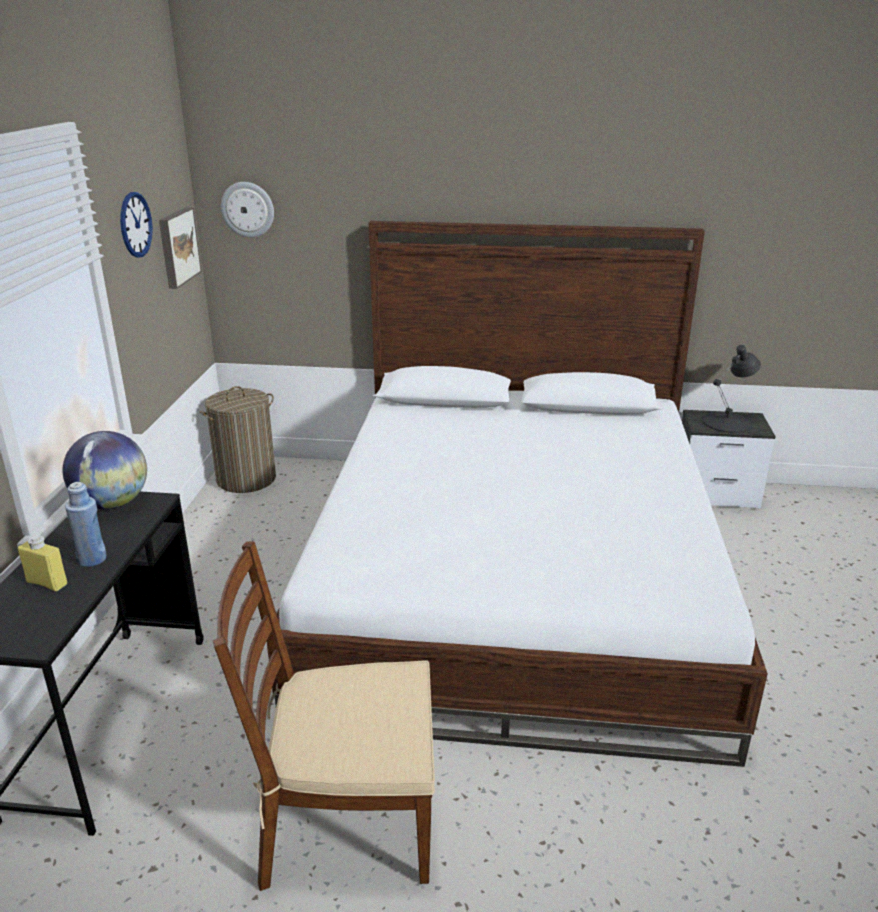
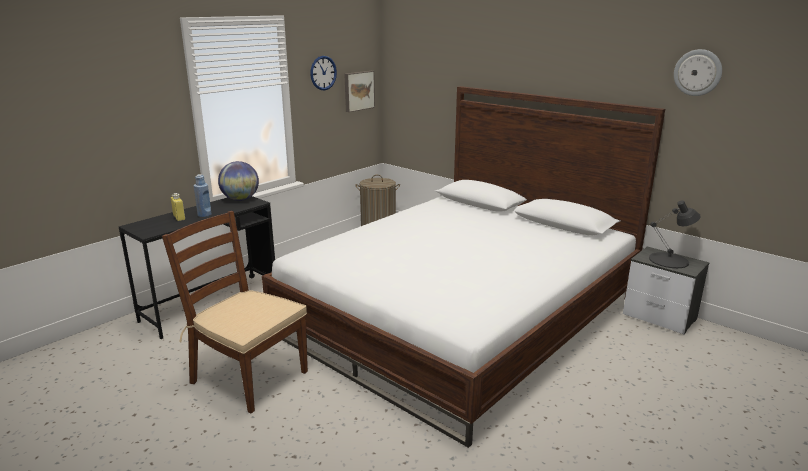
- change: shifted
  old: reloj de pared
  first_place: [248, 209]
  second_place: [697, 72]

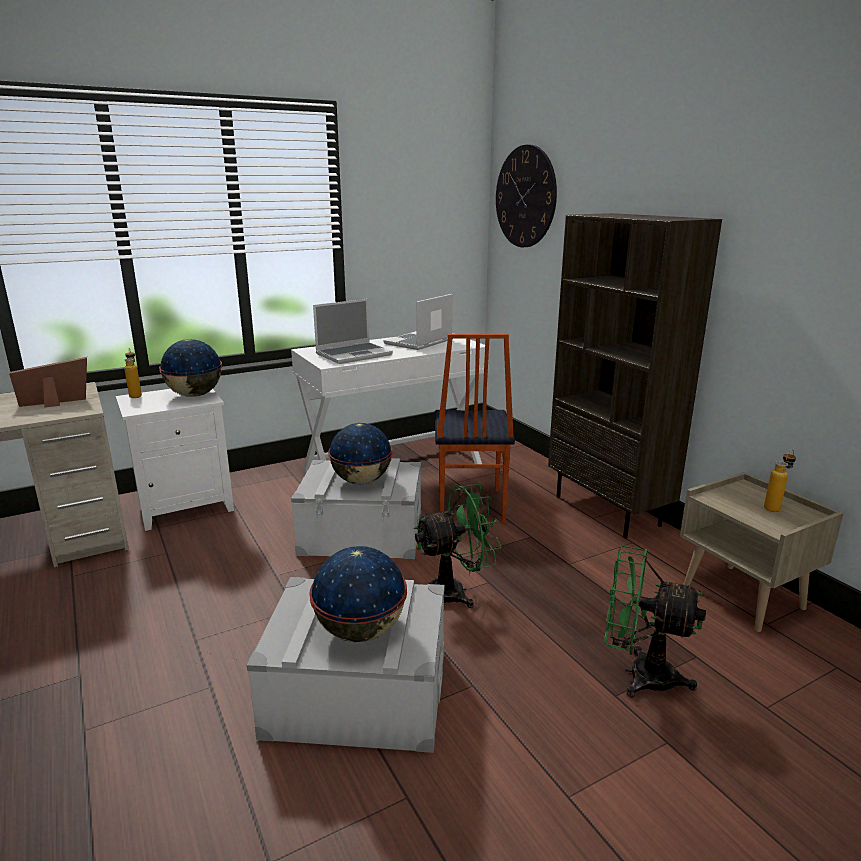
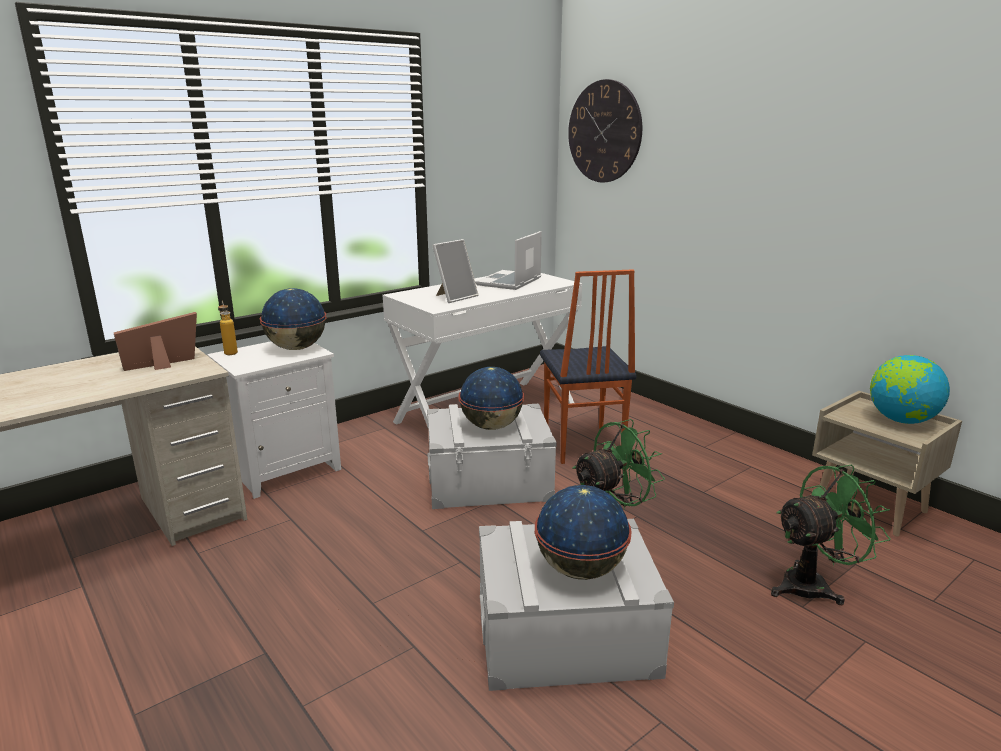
- change: gone
  old: estantería/marrón
  first_place: [608, 510]
- change: swapped
  old: portátil
  new: portarretratos
  first_place: [354, 354]
  second_place: [454, 297]
- change: swapped
  old: botella
  new: globo terráqueo
  first_place: [775, 507]
  second_place: [901, 420]
- change: rotated
  old: ventilador/verde
  first_place: [639, 674]
  second_place: [813, 585]
  degrees: 150

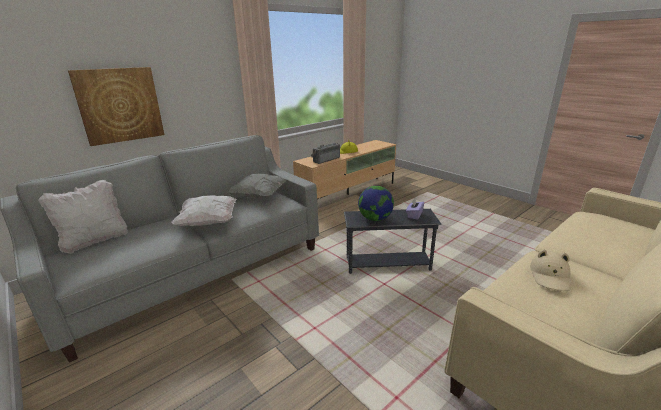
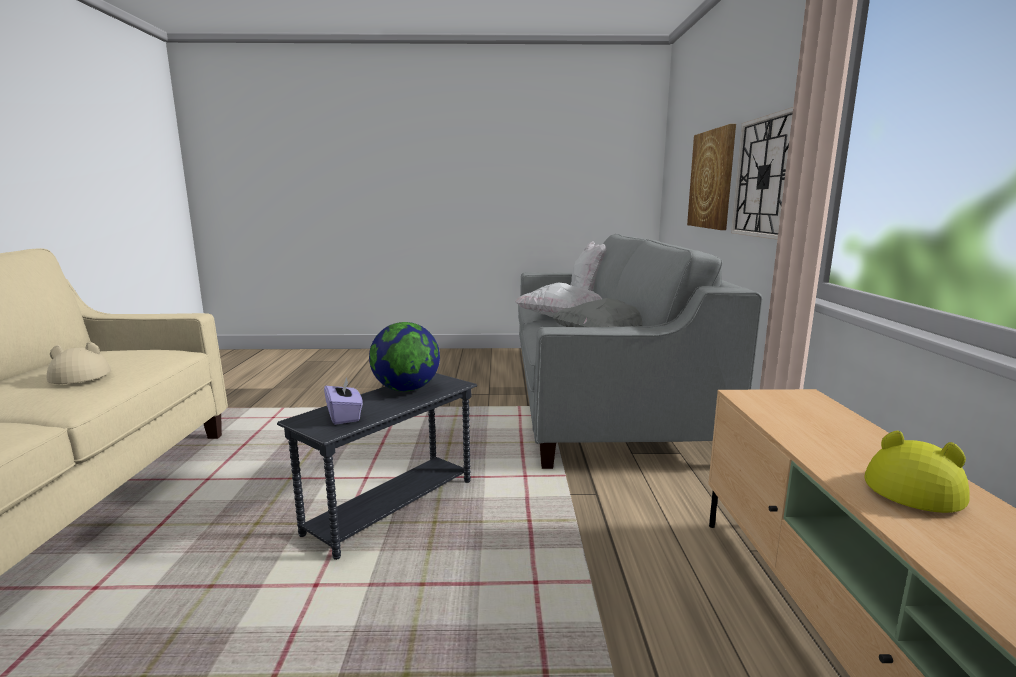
- change: gone
  old: radio
  first_place: [325, 159]
- change: new
  new: reloj de pared
  second_place: [766, 177]

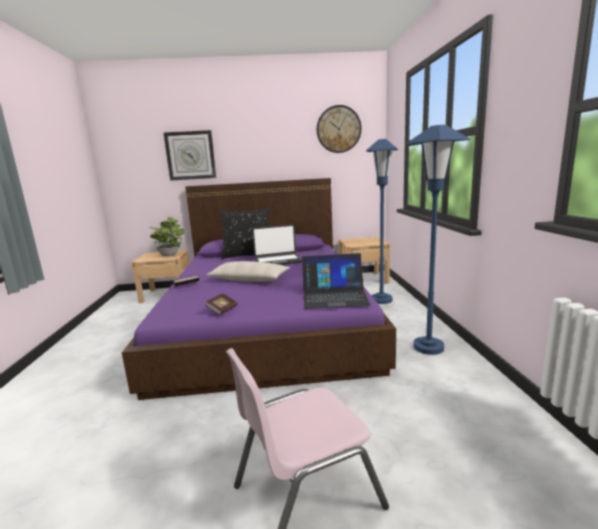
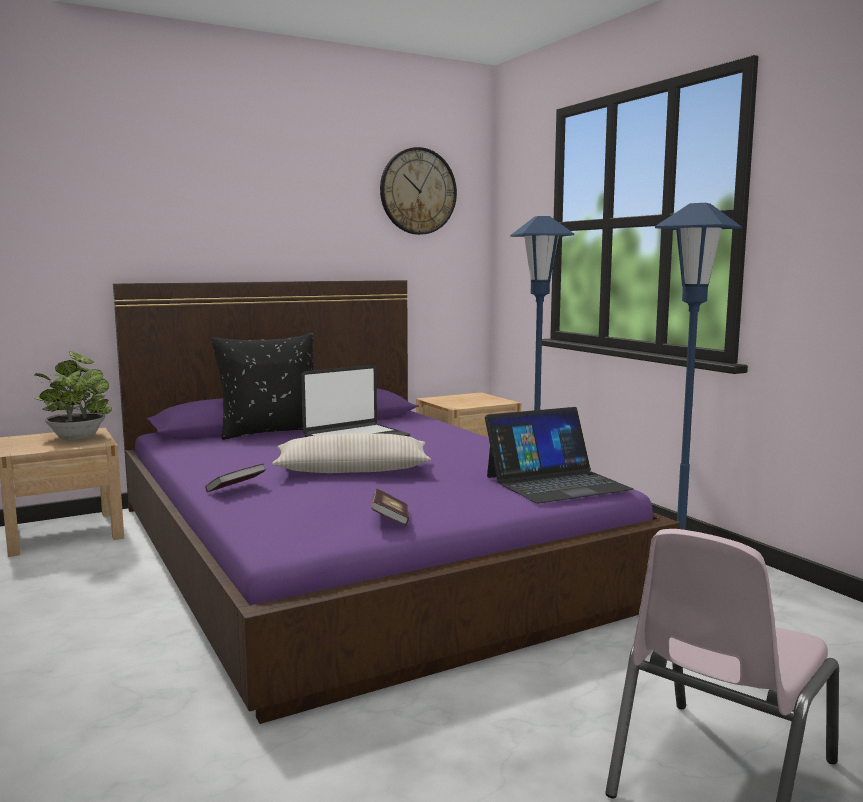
- change: gone
  old: reloj de pared
  first_place: [190, 155]

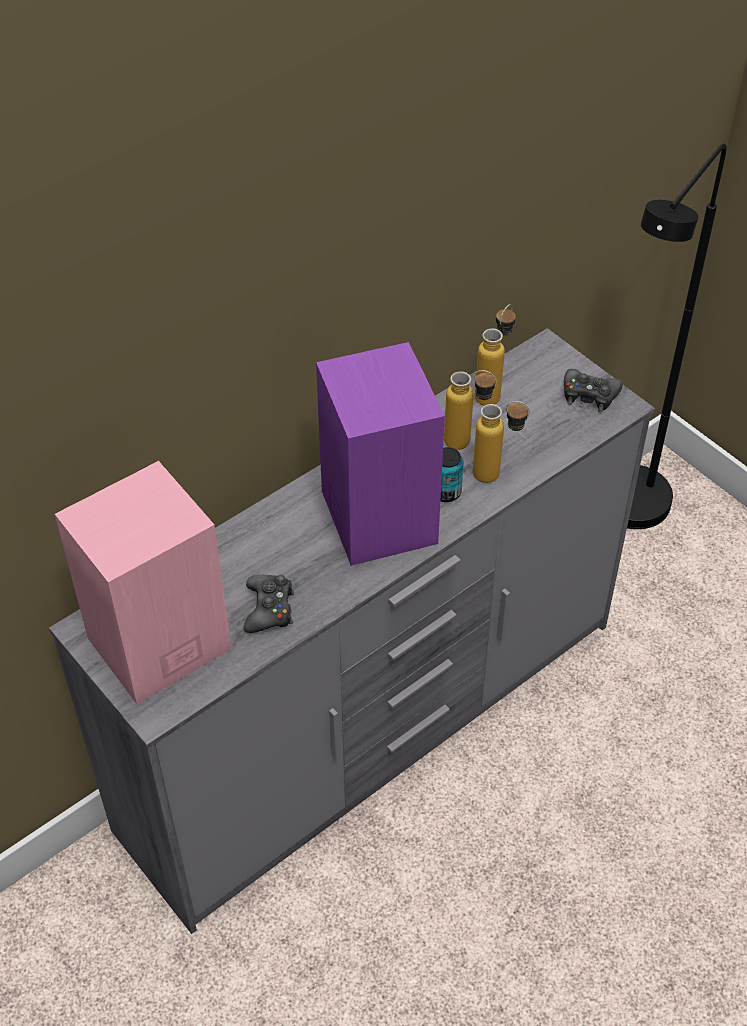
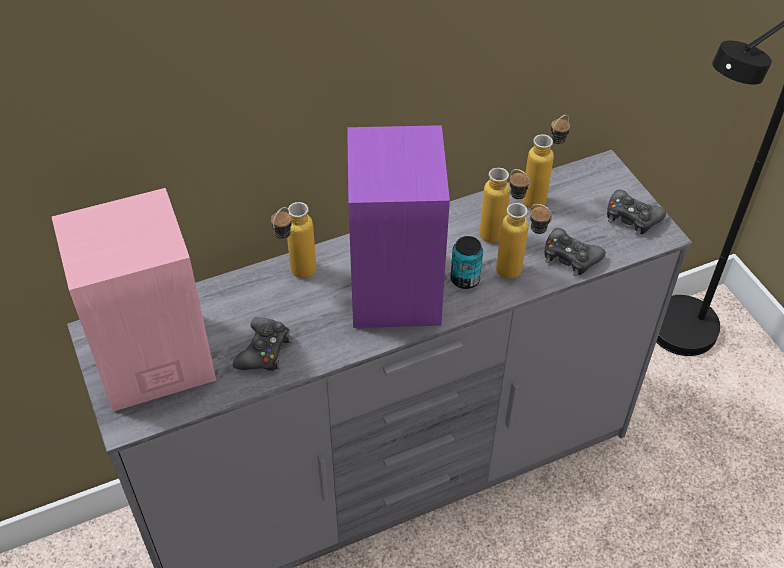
- change: new
  new: botella
  second_place: [296, 276]
- change: new
  new: mando de consola/negro
  second_place: [570, 257]

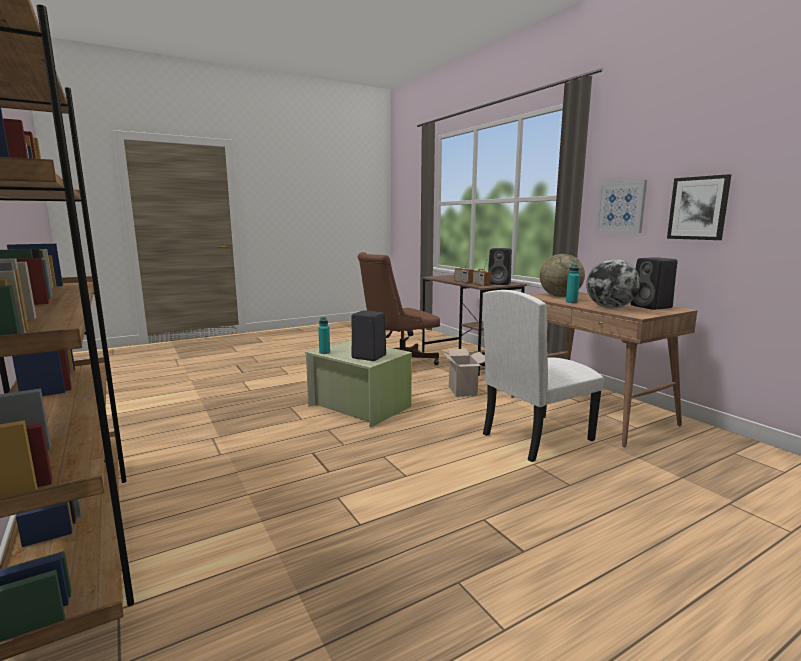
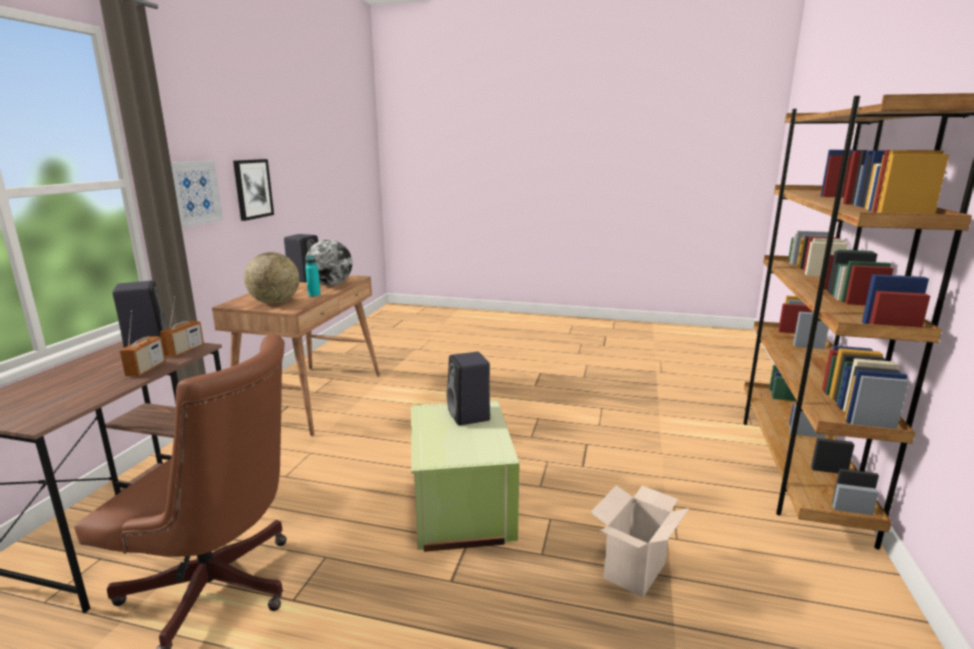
- change: gone
  old: botella/turquesa
  first_place: [324, 352]
- change: gone
  old: silla/blanco
  first_place: [536, 437]
- change: shifted
  old: caja de cartón
  first_place: [463, 391]
  second_place: [634, 569]

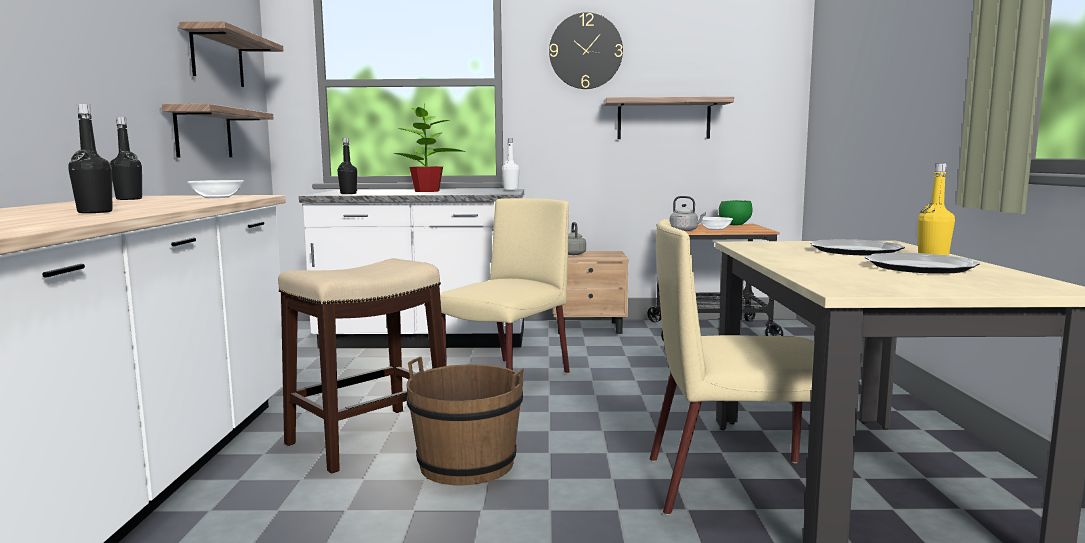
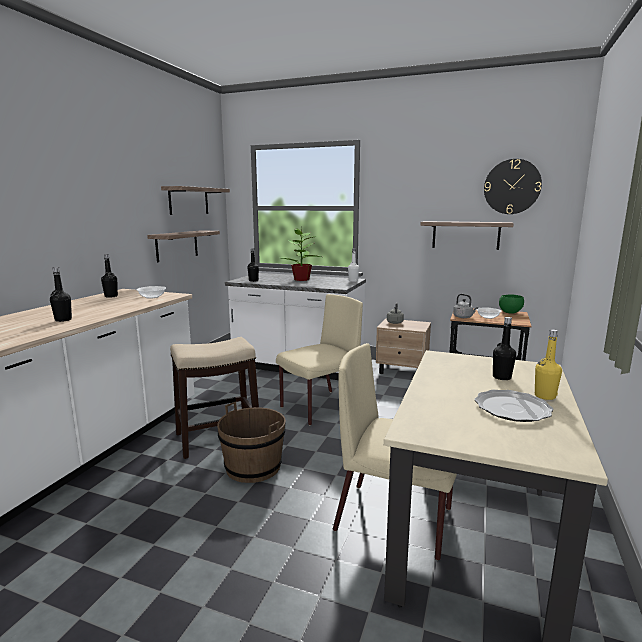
- change: shifted
  old: reloj de pared
  first_place: [585, 51]
  second_place: [512, 186]
- change: swapped
  old: plato
  new: botella/negro
  first_place: [855, 251]
  second_place: [501, 377]

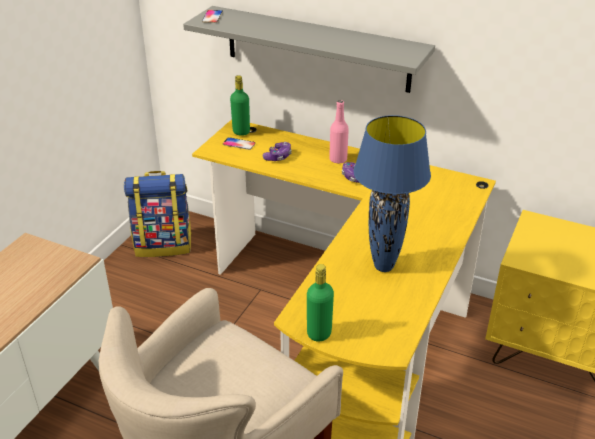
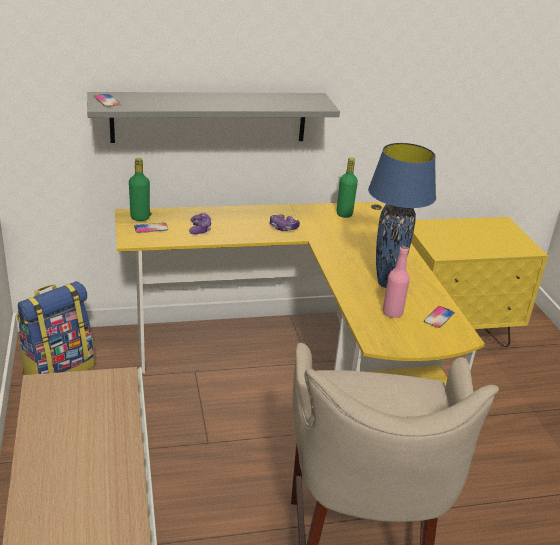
- change: new
  new: móvil
  second_place: [439, 317]
- change: shifted
  old: botella/verde
  first_place: [319, 333]
  second_place: [344, 214]
- change: shifted
  old: botella/rosa
  first_place: [338, 159]
  second_place: [392, 313]

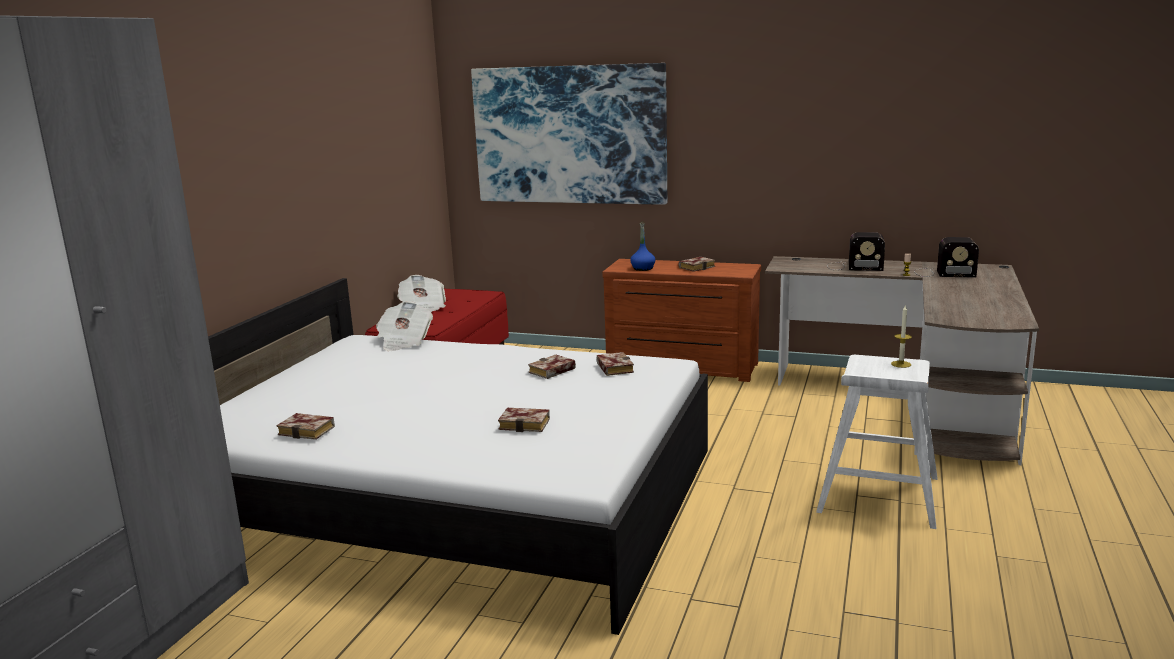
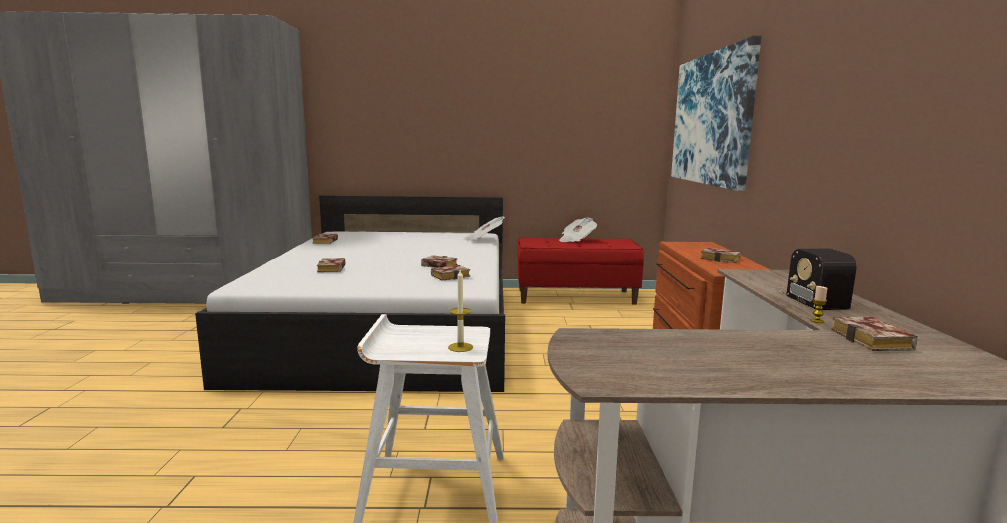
- change: gone
  old: botella/azul
  first_place: [642, 268]
- change: swapped
  old: radio
  new: libro
  first_place: [942, 273]
  second_place: [875, 341]

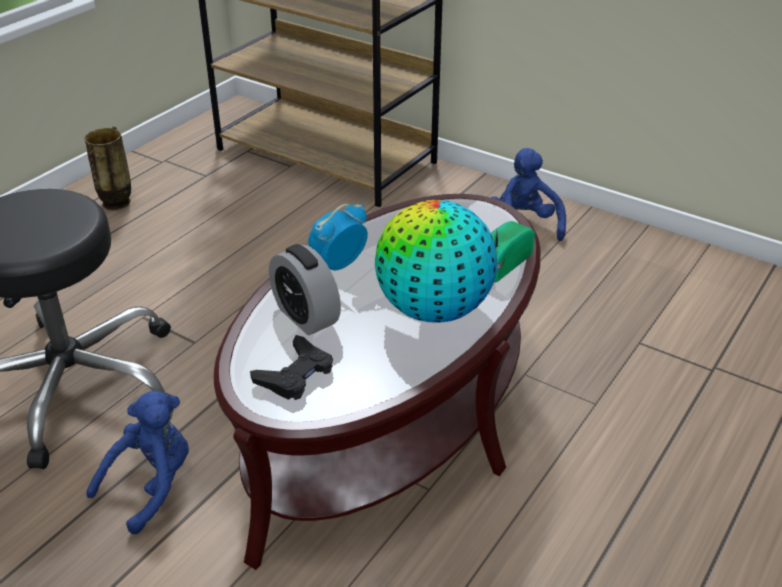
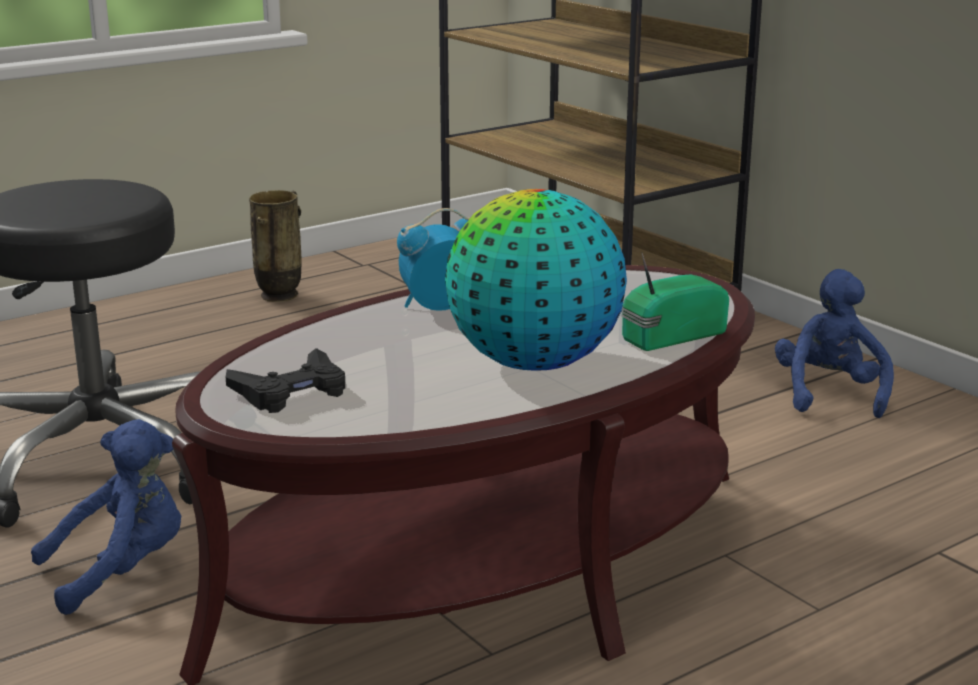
- change: gone
  old: despertador
  first_place: [306, 316]

